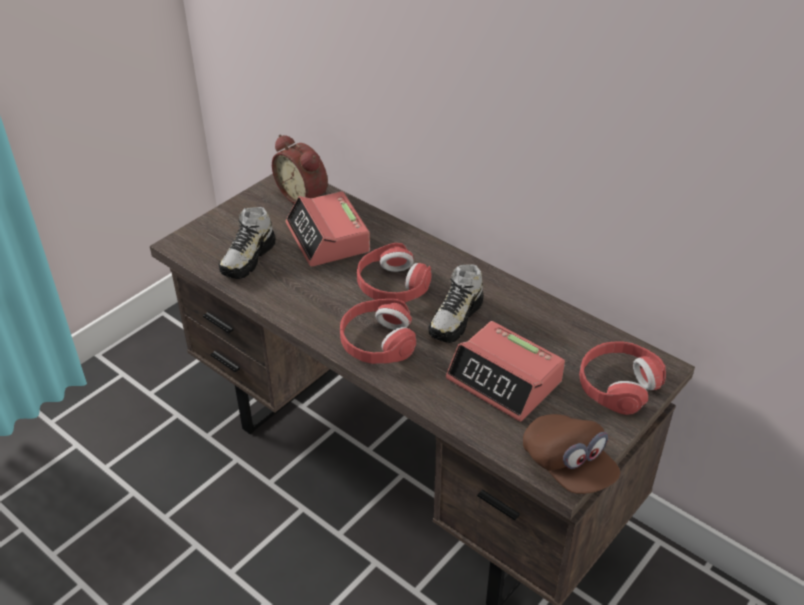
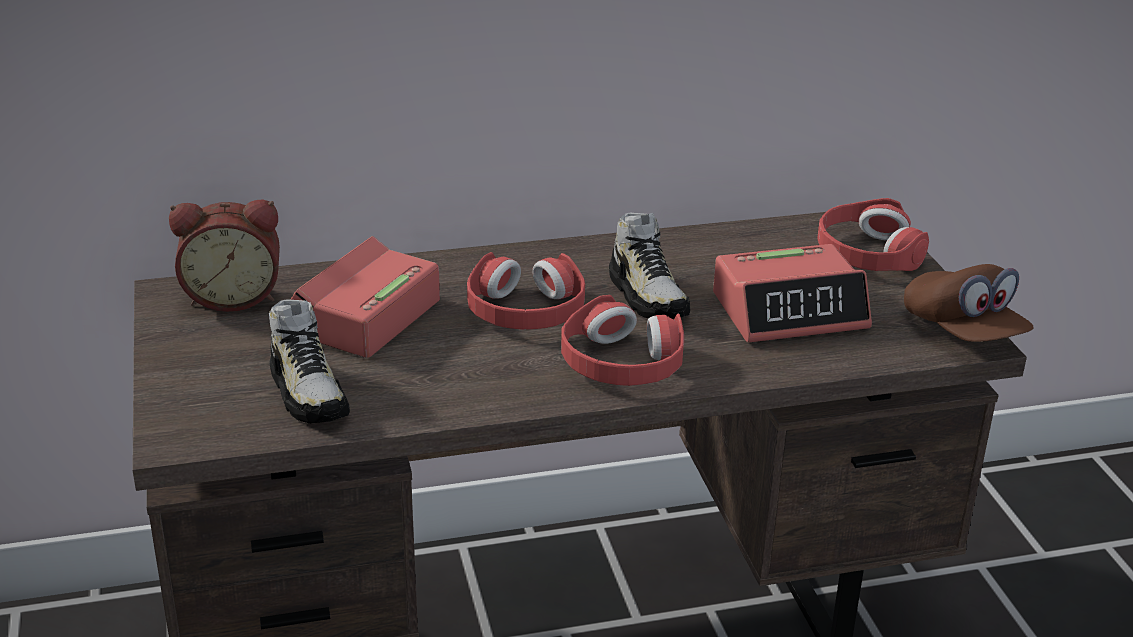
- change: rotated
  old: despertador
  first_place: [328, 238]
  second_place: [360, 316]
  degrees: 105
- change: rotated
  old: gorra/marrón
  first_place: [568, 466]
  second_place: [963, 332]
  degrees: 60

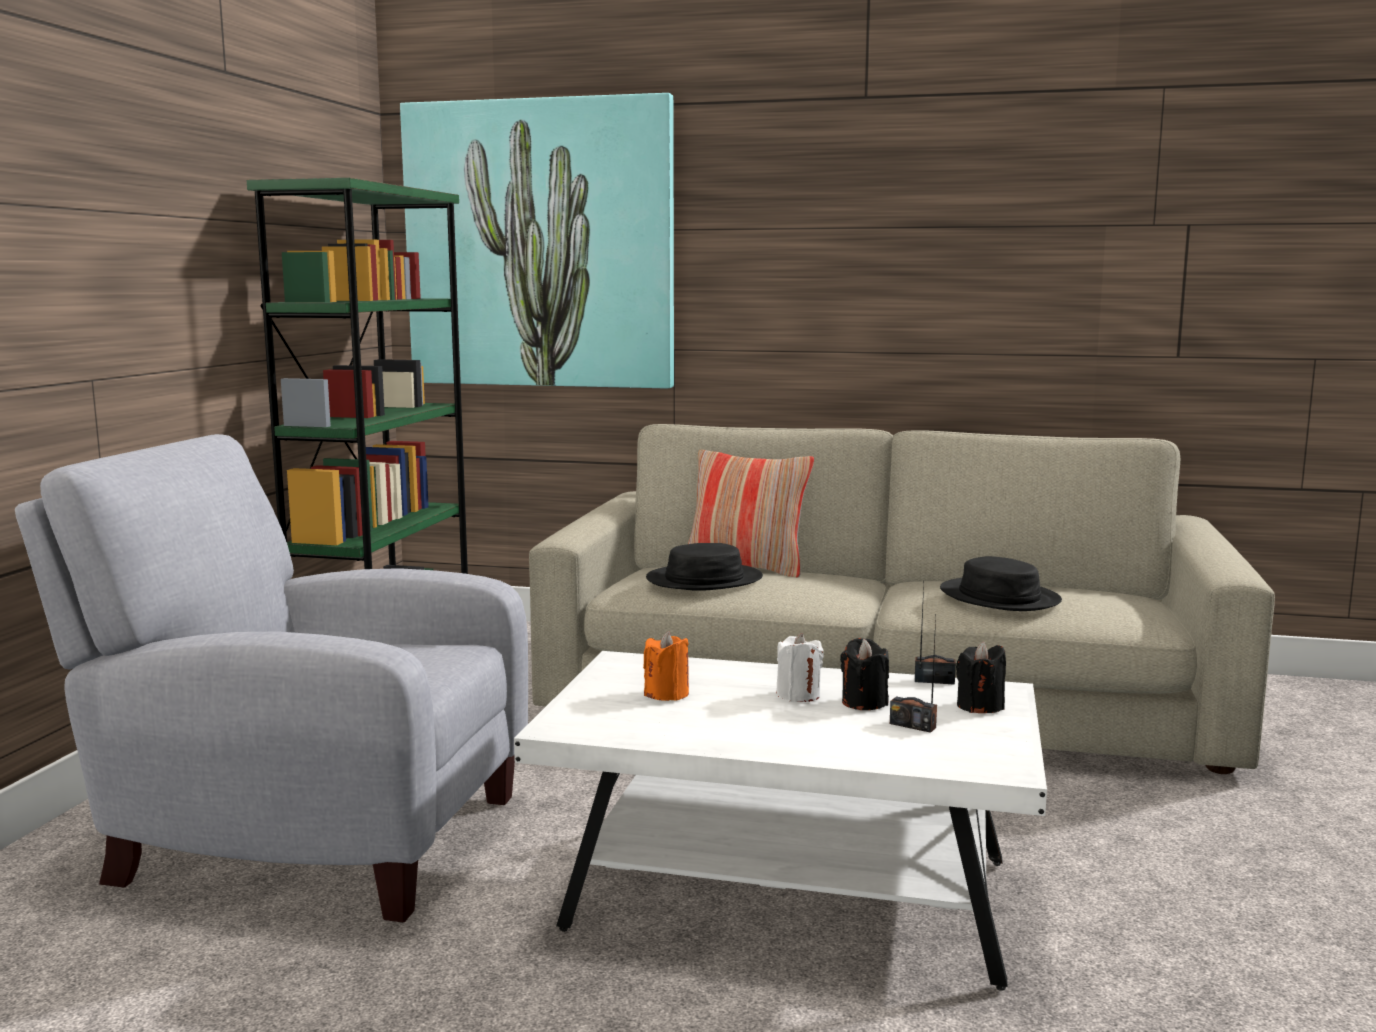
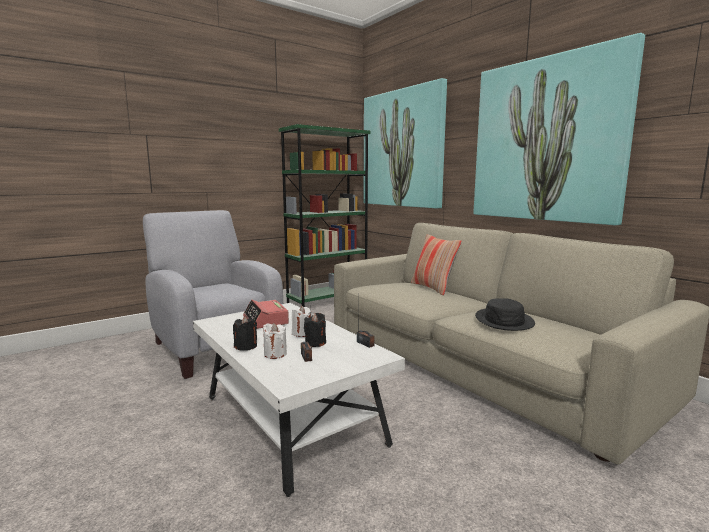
- change: gone
  old: sombrero/negro
  first_place: [704, 580]
- change: new
  new: vela/blanco
  second_place: [275, 354]
- change: new
  new: cuadro
  second_place: [547, 140]
- change: shifted
  old: vela/negro
  first_place: [980, 706]
  second_place: [246, 346]
- change: swapped
  old: vela/naranja
  new: despertador
  first_place: [667, 694]
  second_place: [266, 320]

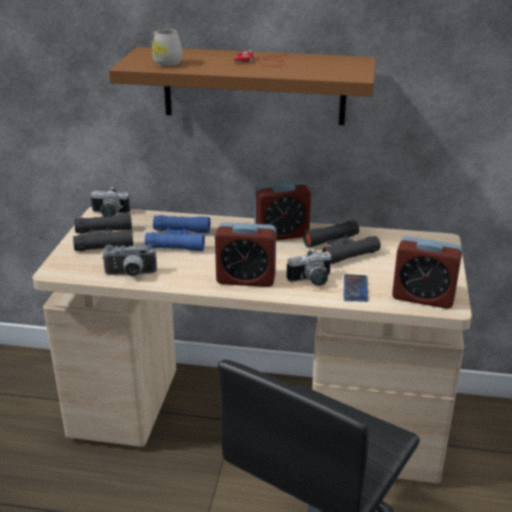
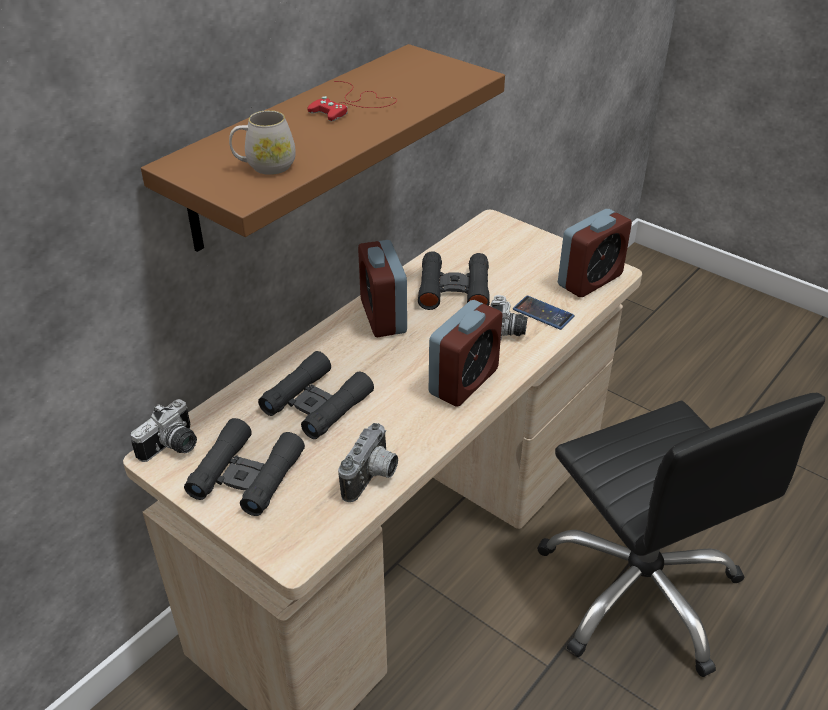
- change: repainted
  old: prismáticos/azul
  new: prismáticos/negro
  first_place: [178, 239]
  second_place: [316, 403]
- change: rotated
  old: despertador
  first_place: [281, 234]
  second_place: [383, 316]
  degrees: 150

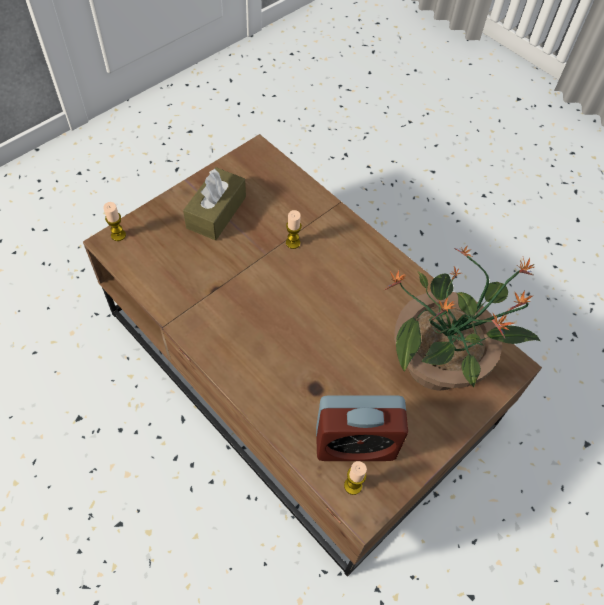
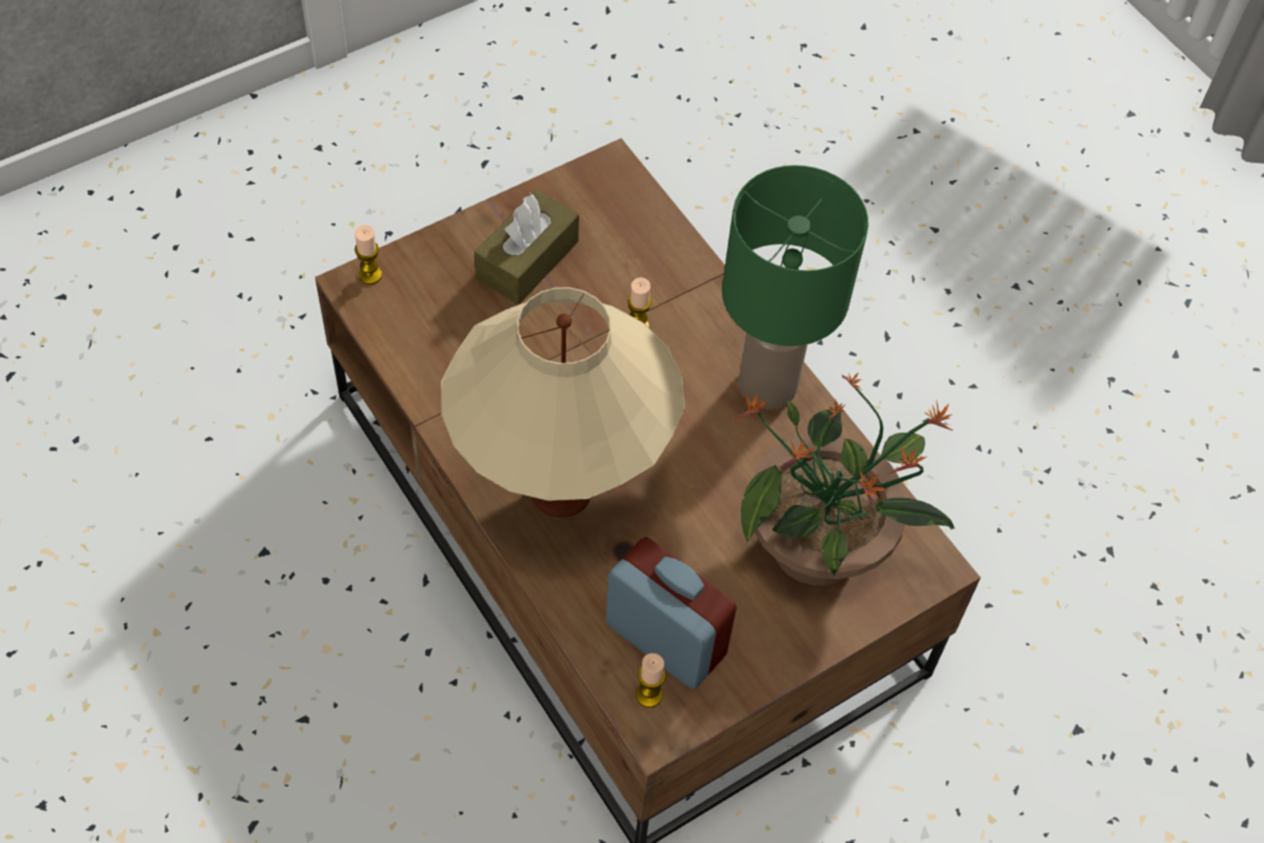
- change: new
  new: lámpara de mesa/beis
  second_place: [562, 492]
- change: new
  new: lámpara de mesa/verde
  second_place: [767, 383]
- change: rotated
  old: despertador
  first_place: [355, 444]
  second_place: [665, 639]
  degrees: -150

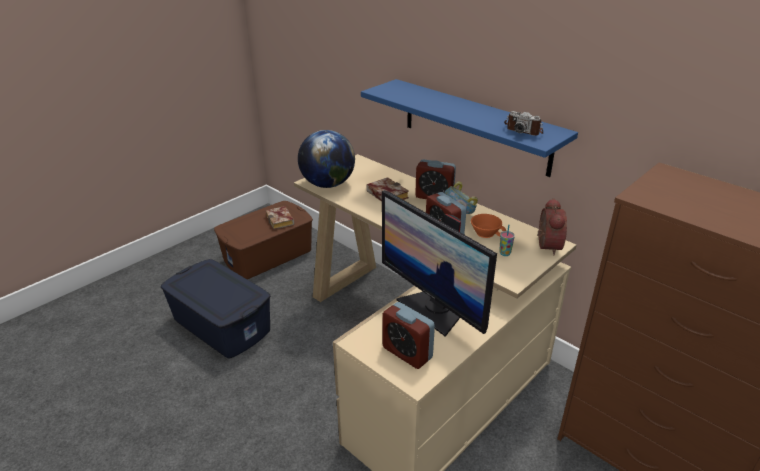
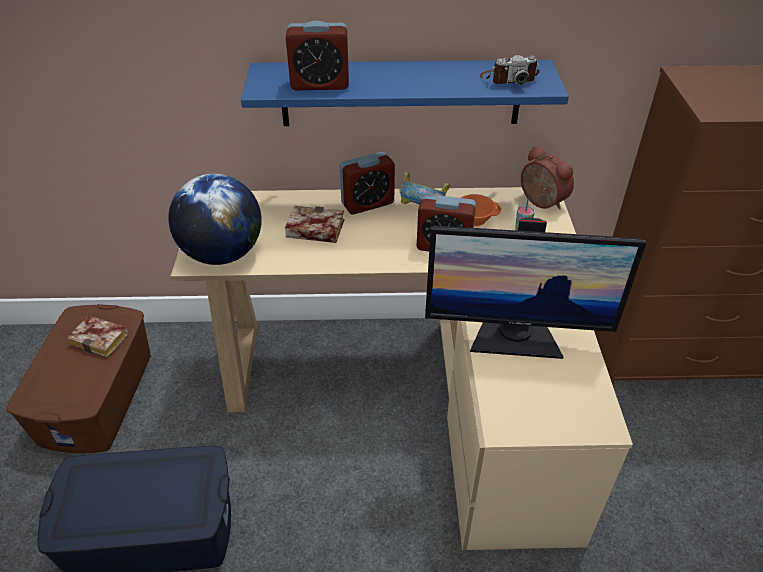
- change: shifted
  old: despertador
  first_place: [407, 353]
  second_place: [320, 84]

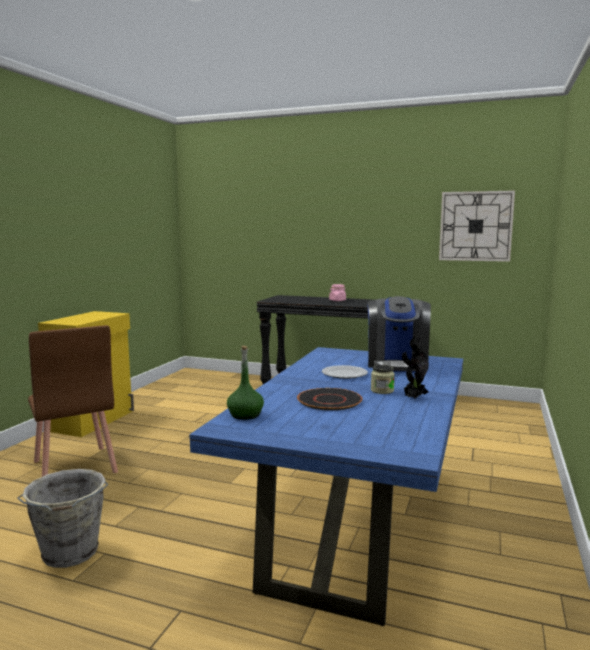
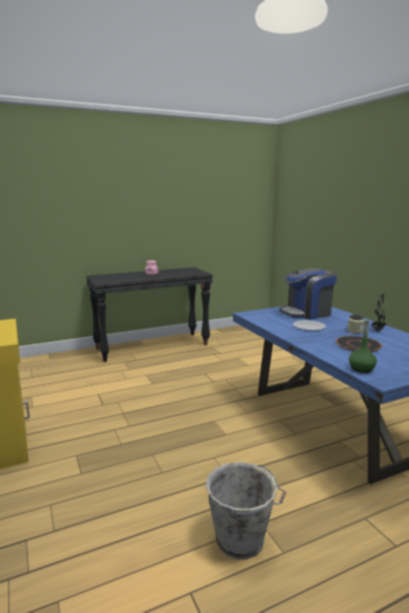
- change: gone
  old: silla/marrón
  first_place: [74, 467]
- change: gone
  old: reloj de pared
  first_place: [475, 226]
- change: rotated
  old: cafetera
  first_place: [397, 364]
  second_place: [307, 313]
  degrees: 105

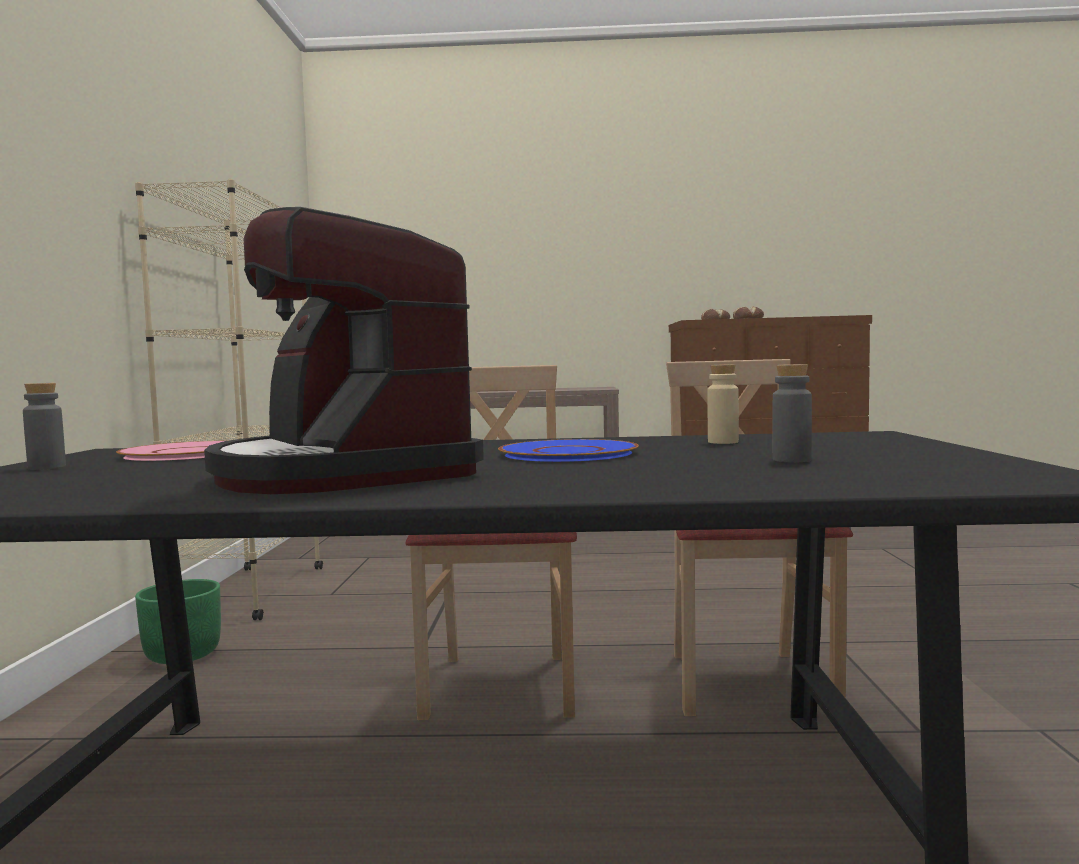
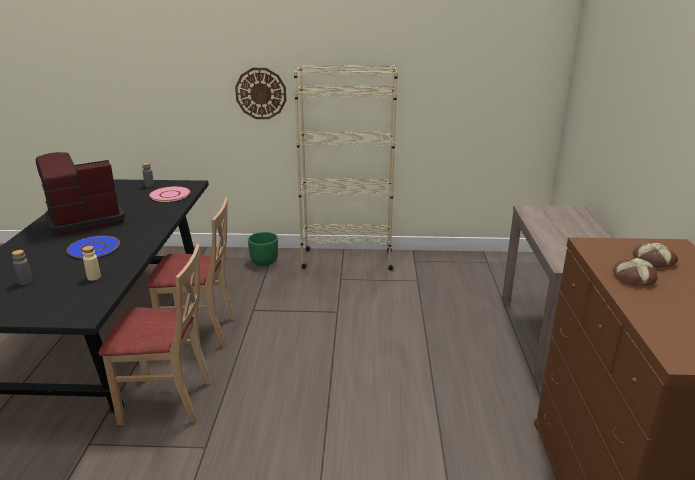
- change: new
  new: reloj de pared
  second_place: [261, 93]

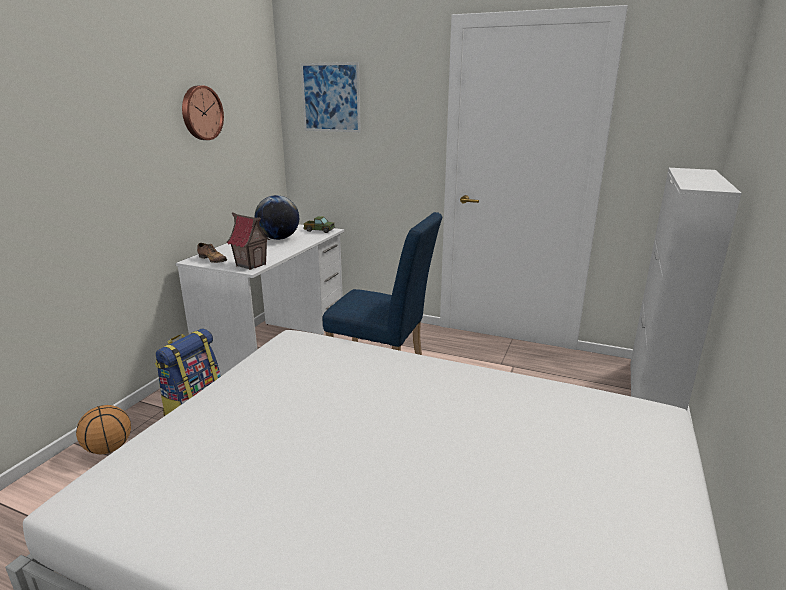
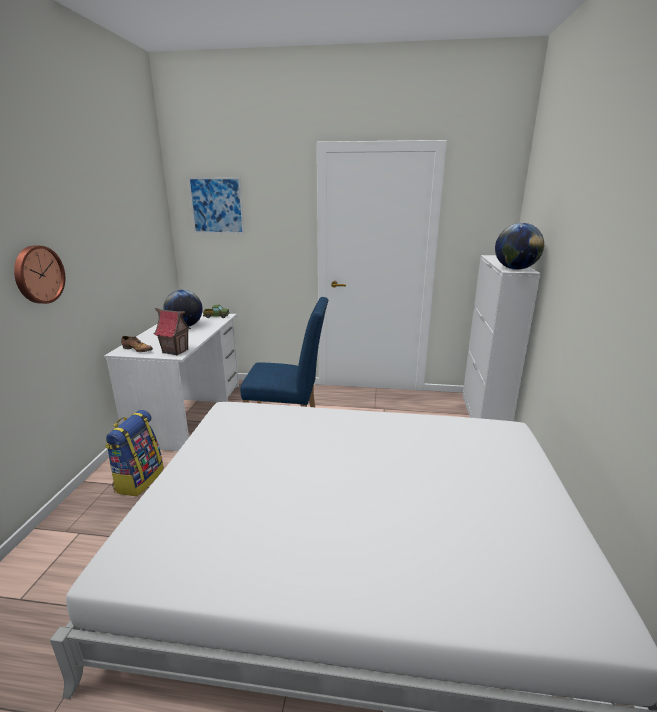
- change: gone
  old: balón de baloncesto
  first_place: [108, 449]
- change: new
  new: globo terráqueo
  second_place: [515, 269]
- change: shifted
  old: reloj de pared
  first_place: [201, 113]
  second_place: [38, 274]

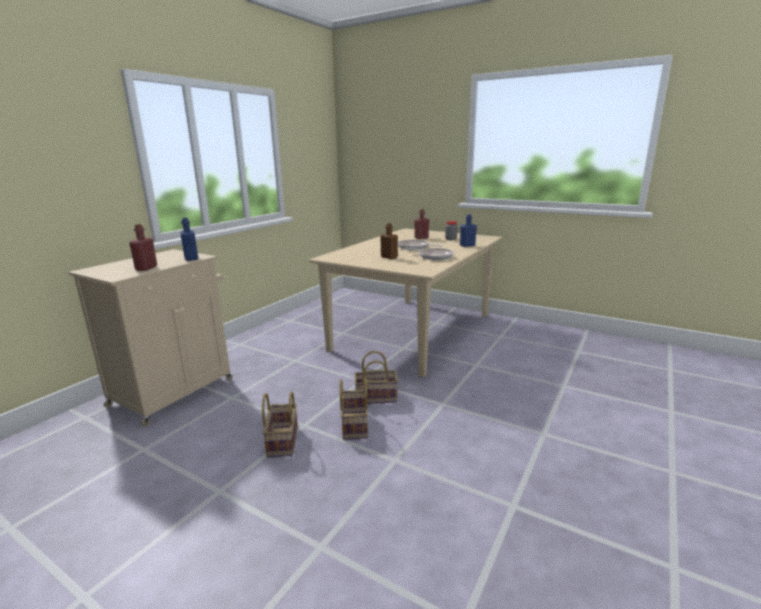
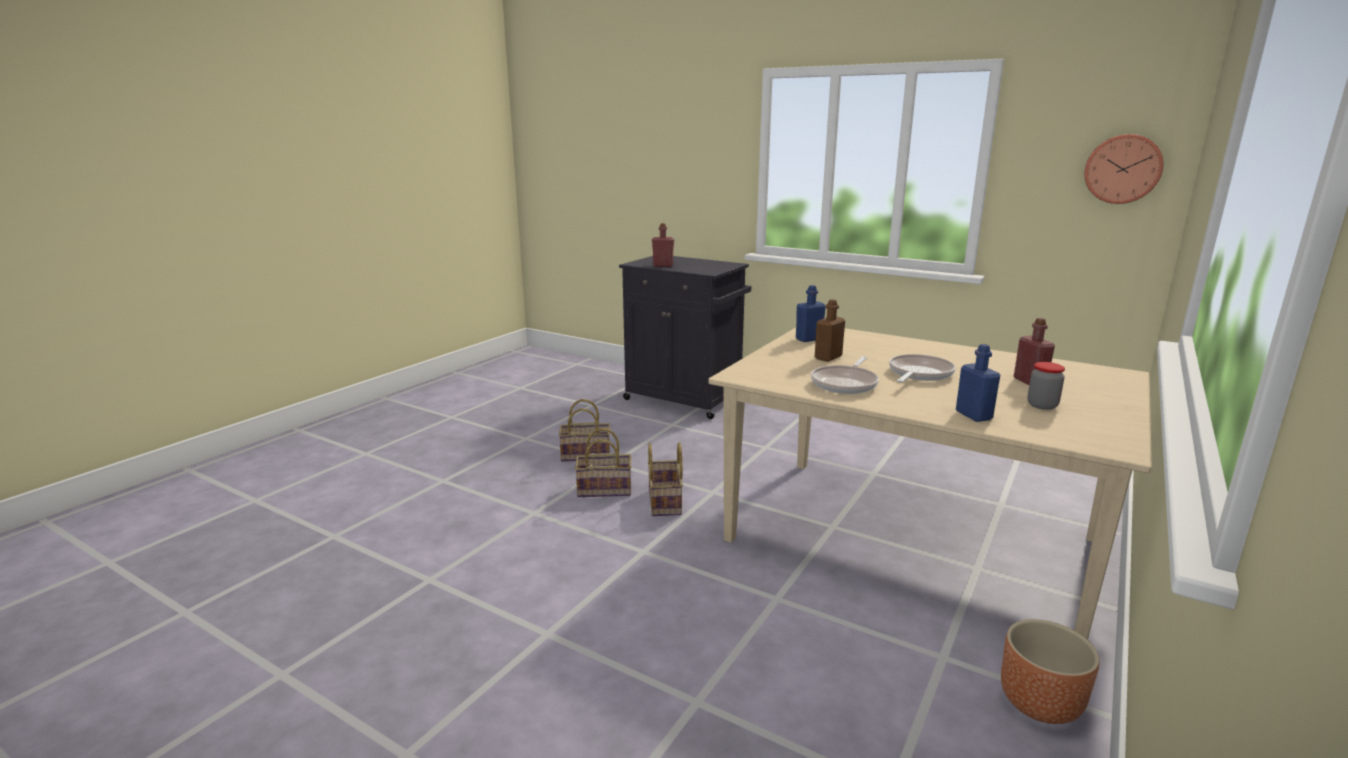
- change: new
  new: maceta/marrón
  second_place: [1040, 704]
- change: new
  new: reloj de pared
  second_place: [1123, 169]
- change: shifted
  old: botella/azul
  first_place: [191, 258]
  second_place: [809, 339]
- change: repainted
  old: armario/beis
  new: armario/negro
  first_place: [174, 391]
  second_place: [685, 399]

